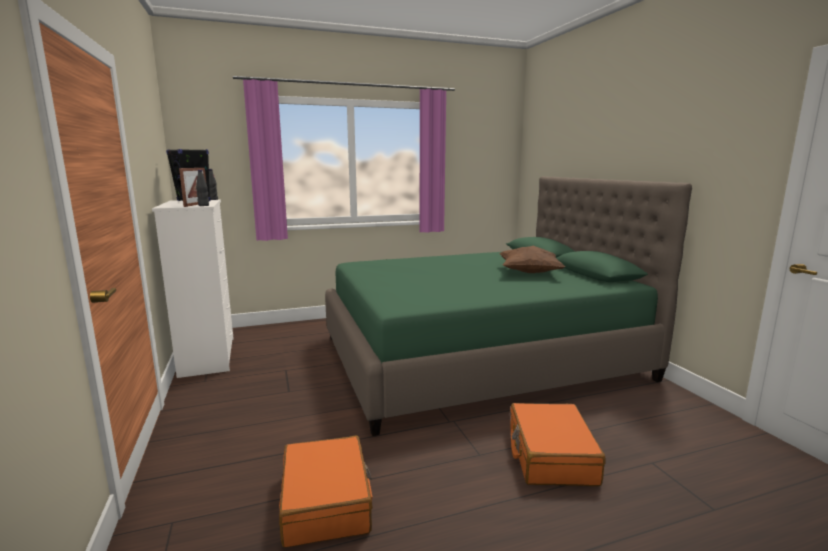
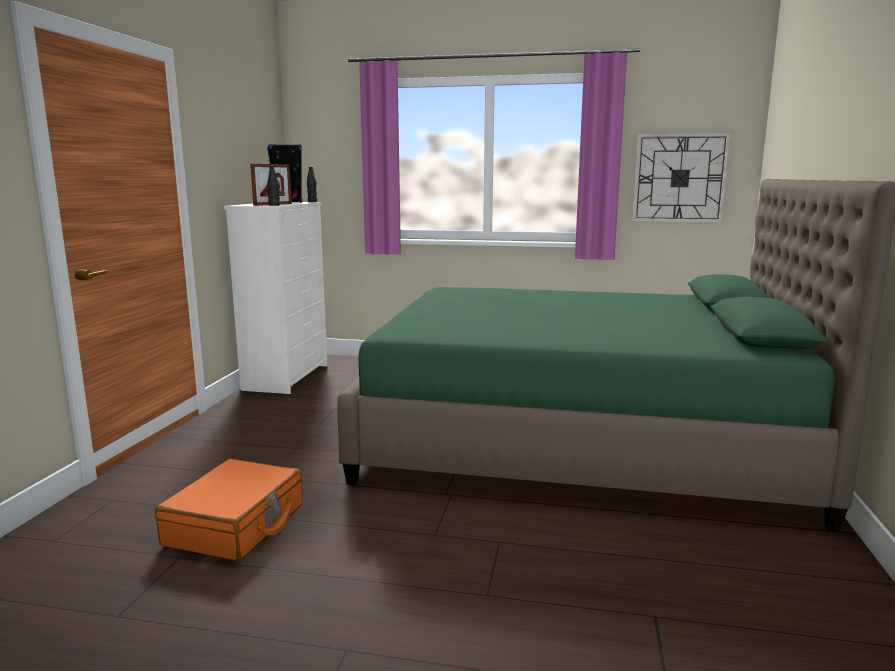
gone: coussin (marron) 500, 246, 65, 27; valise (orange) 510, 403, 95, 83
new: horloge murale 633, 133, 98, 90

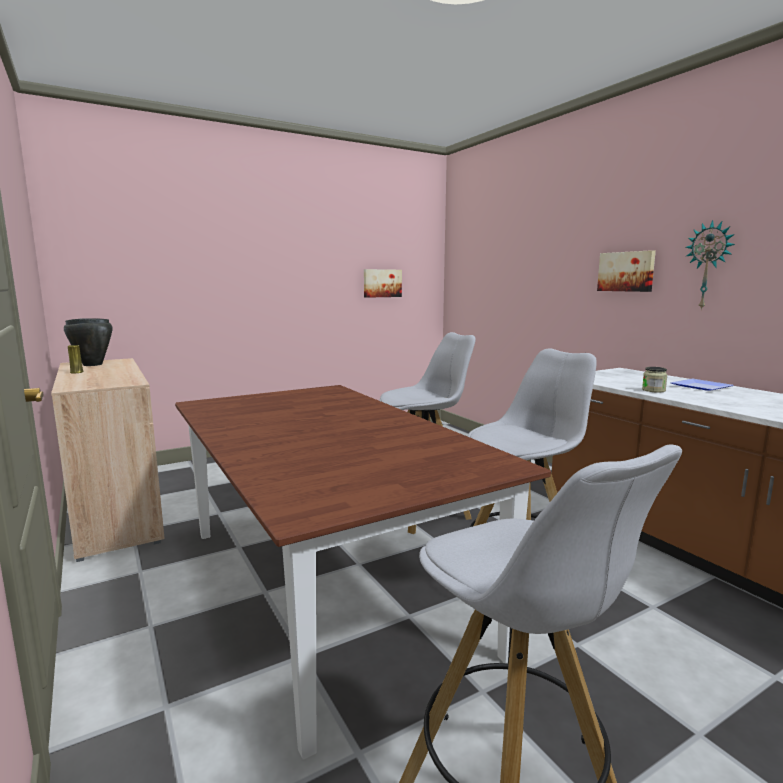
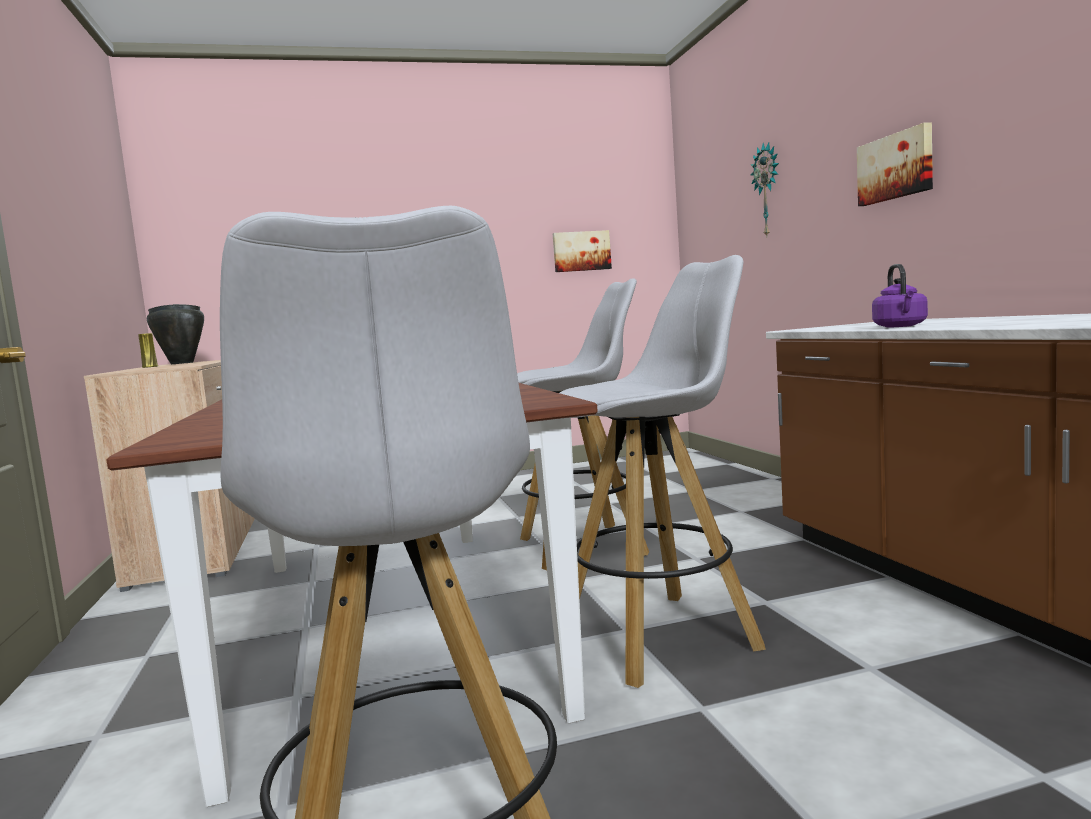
gone: assiette 671, 379, 63, 12
shifted: horloge murale 686, 220, 49, 91 to 750, 142, 29, 95
swapped: bocal 642, 367, 26, 26 to bouilloire (violet) 872, 264, 56, 64

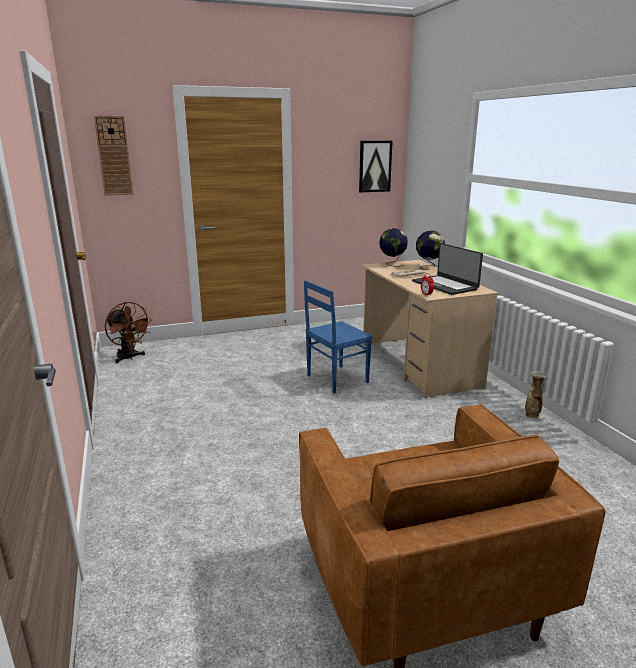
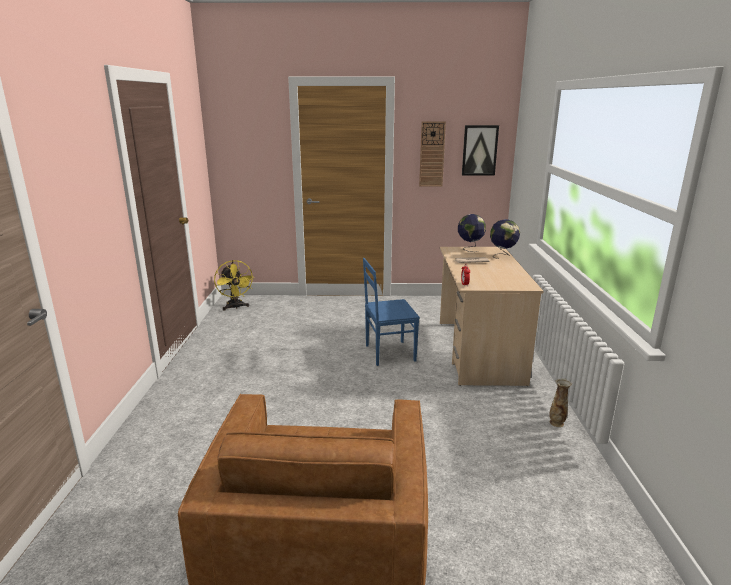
gone: ordinateur portable 412, 243, 71, 52
shifted: horloge murale 94, 116, 40, 80 to 419, 121, 27, 66
repainted: ventilateur (marron) 105, 302, 47, 61 to ventilateur (jaune) 214, 260, 40, 51

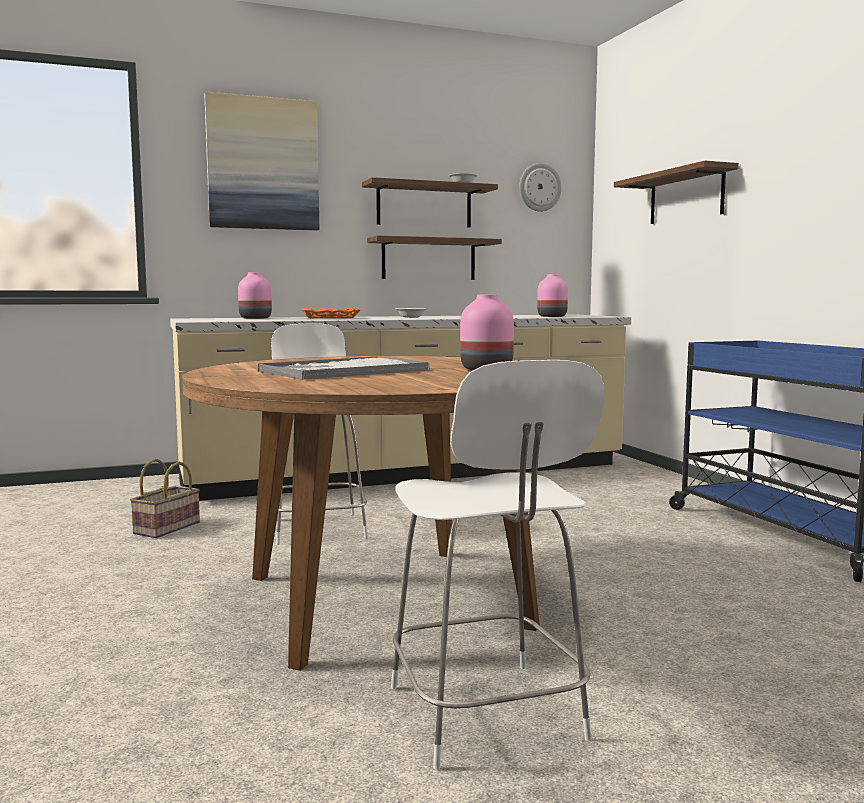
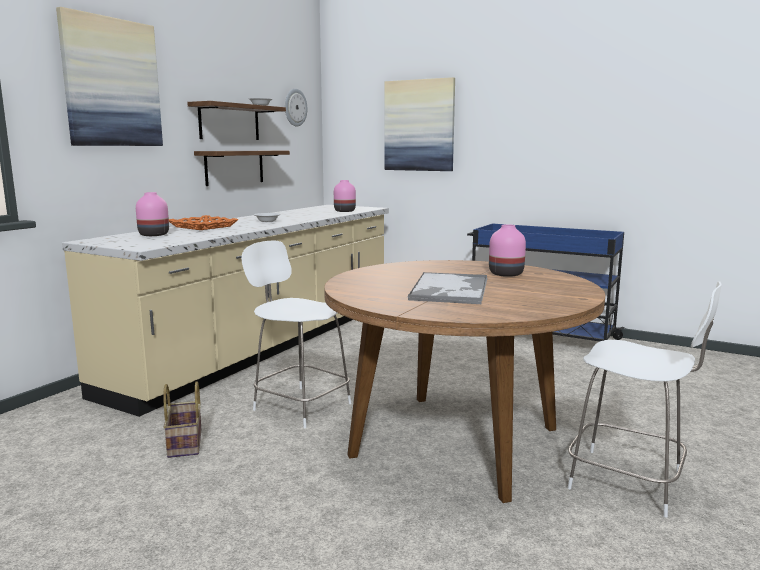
swapped: étagère 614, 161, 125, 63 to tableau 384, 77, 71, 94

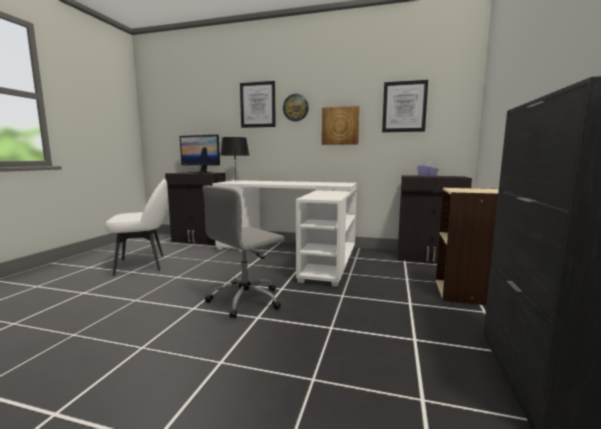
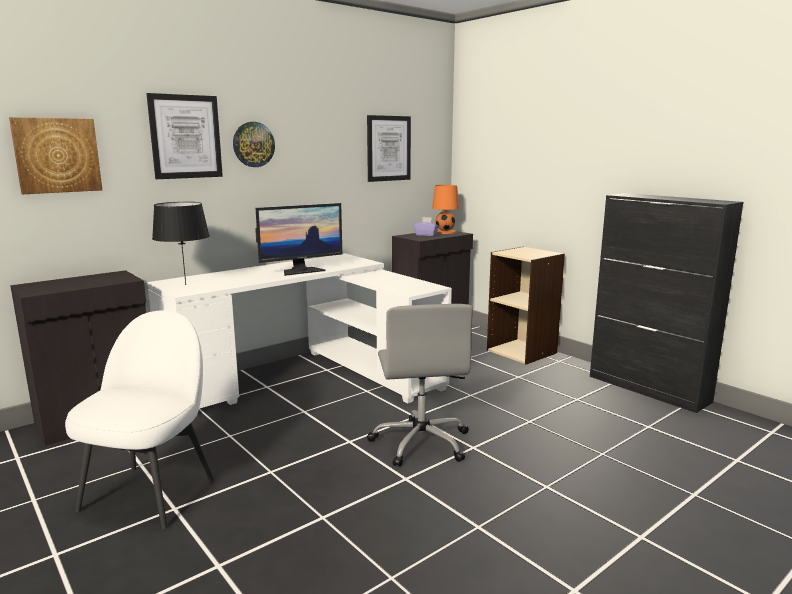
new: lampe de table (orange) 432, 185, 27, 49
shifted: tableau 322, 106, 37, 39 to 9, 117, 93, 77; écran d'ordinateur 180, 135, 40, 38 to 255, 203, 87, 73

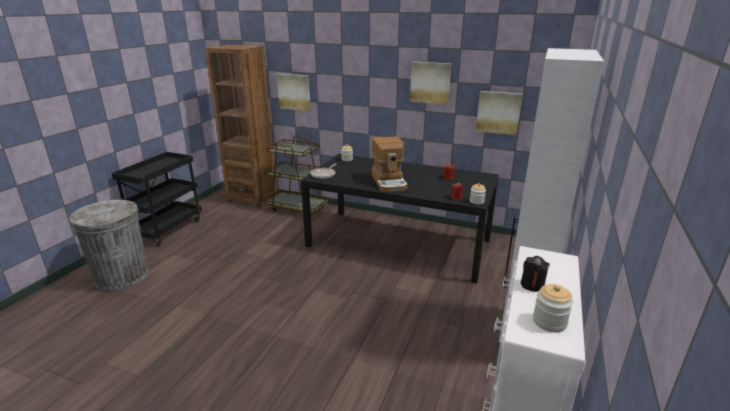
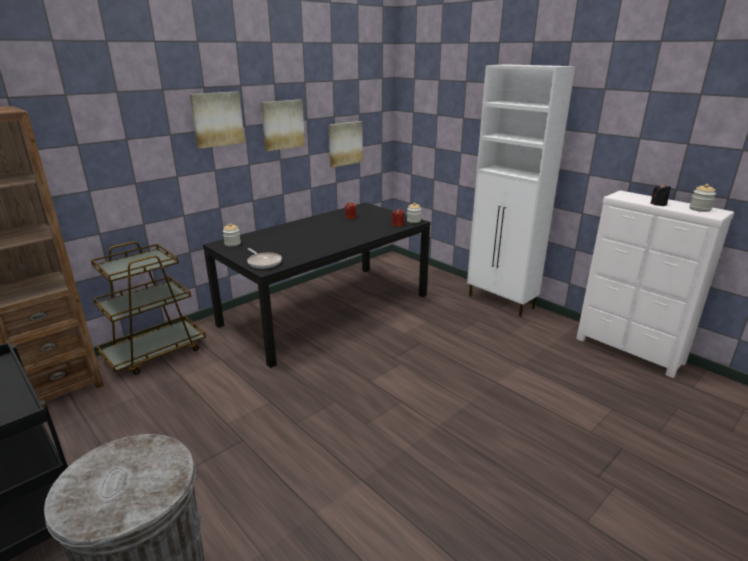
gone: machine à café 372, 136, 36, 56
shifted: tableau 277, 73, 34, 38 to 190, 91, 55, 58

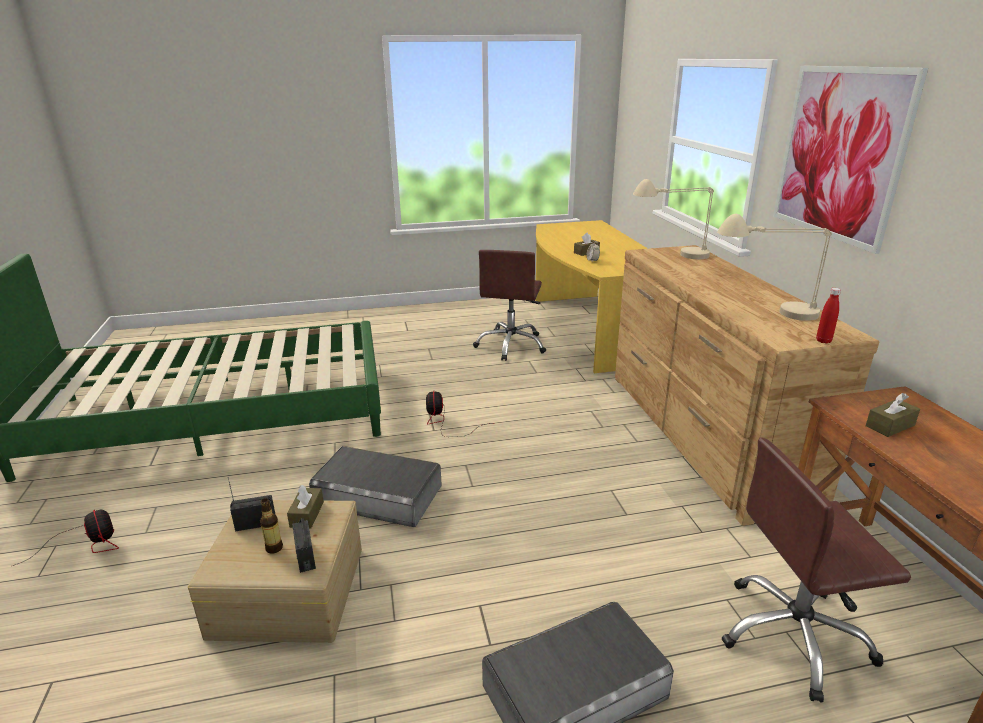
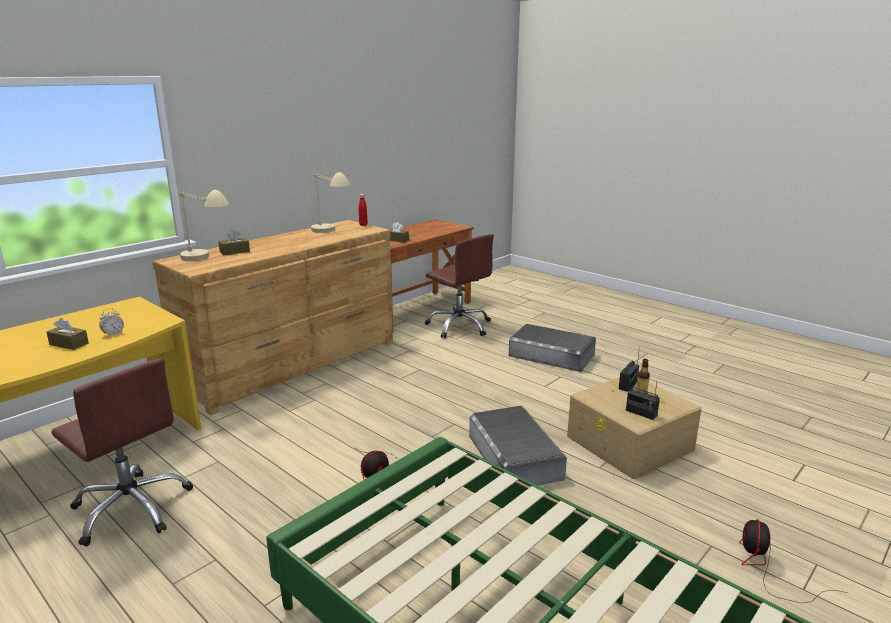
gone: tableau 773, 66, 155, 188
shifted: boîte à mouchoirs (marron) 287, 485, 37, 43 to 218, 230, 32, 25
rotated: chaise de bureau (marron) 473, 250, 73, 111 = 51, 358, 142, 188 60 degrees clockwise

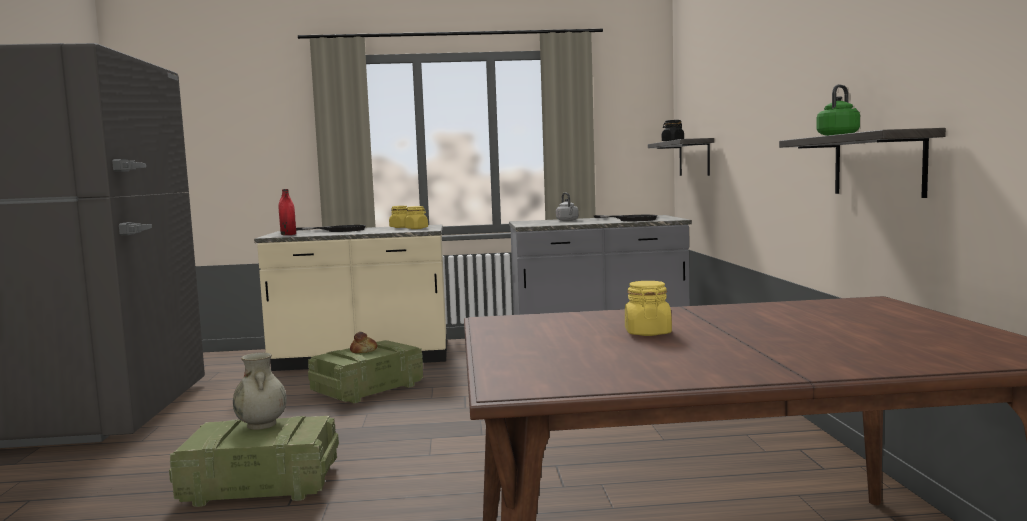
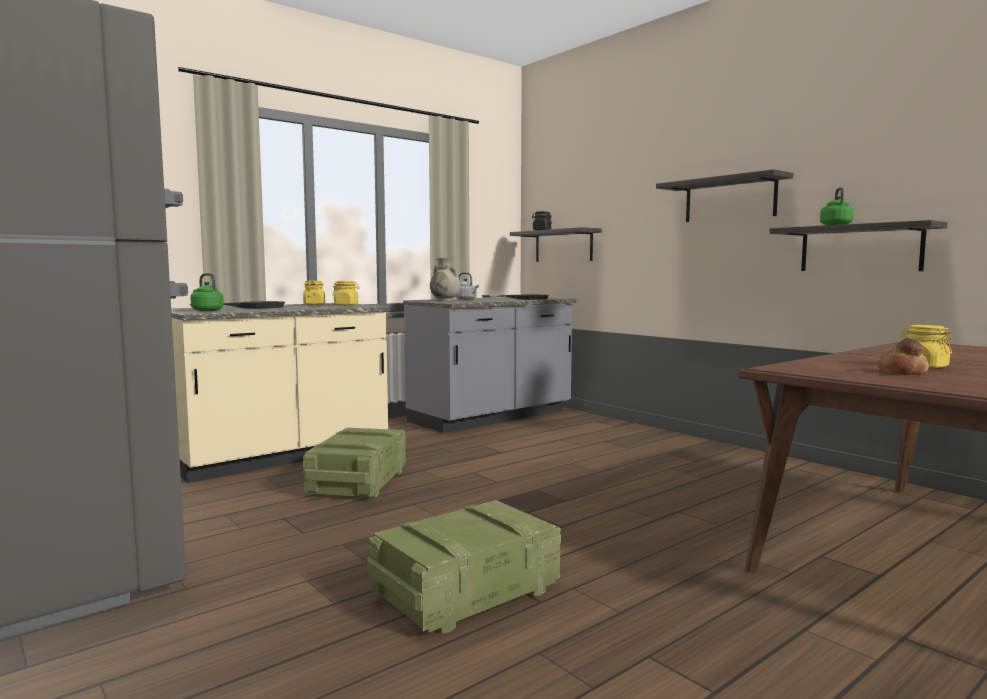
new: étagère 656, 169, 138, 53
shifted: vase (beige) 233, 352, 54, 78 to 430, 258, 31, 43; pain 350, 332, 27, 21 to 878, 338, 51, 37
swapped: vase (rouge) 279, 189, 17, 46 to bouilloire (vert) 190, 273, 34, 38

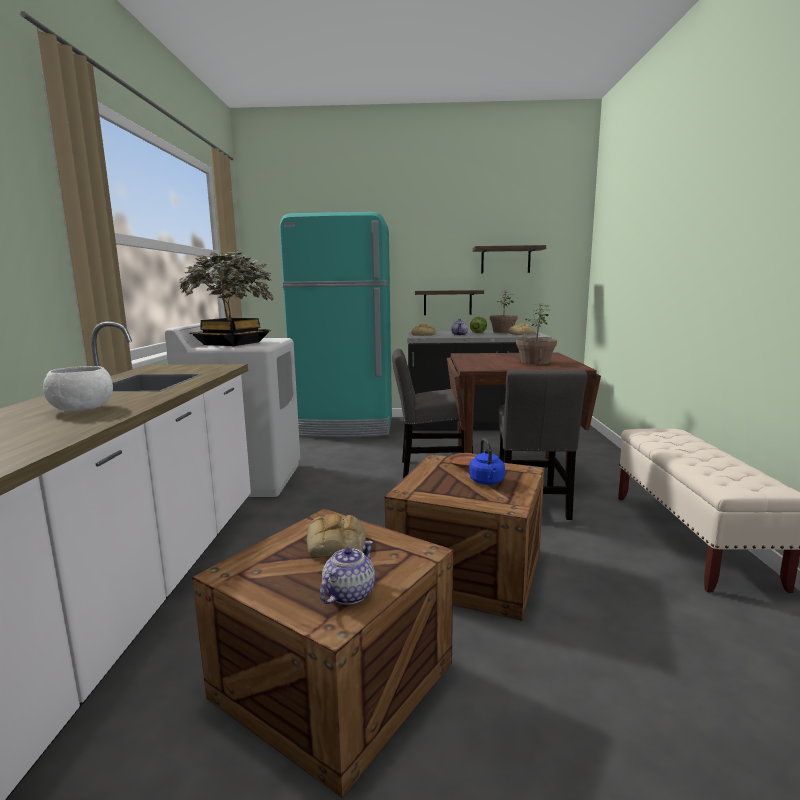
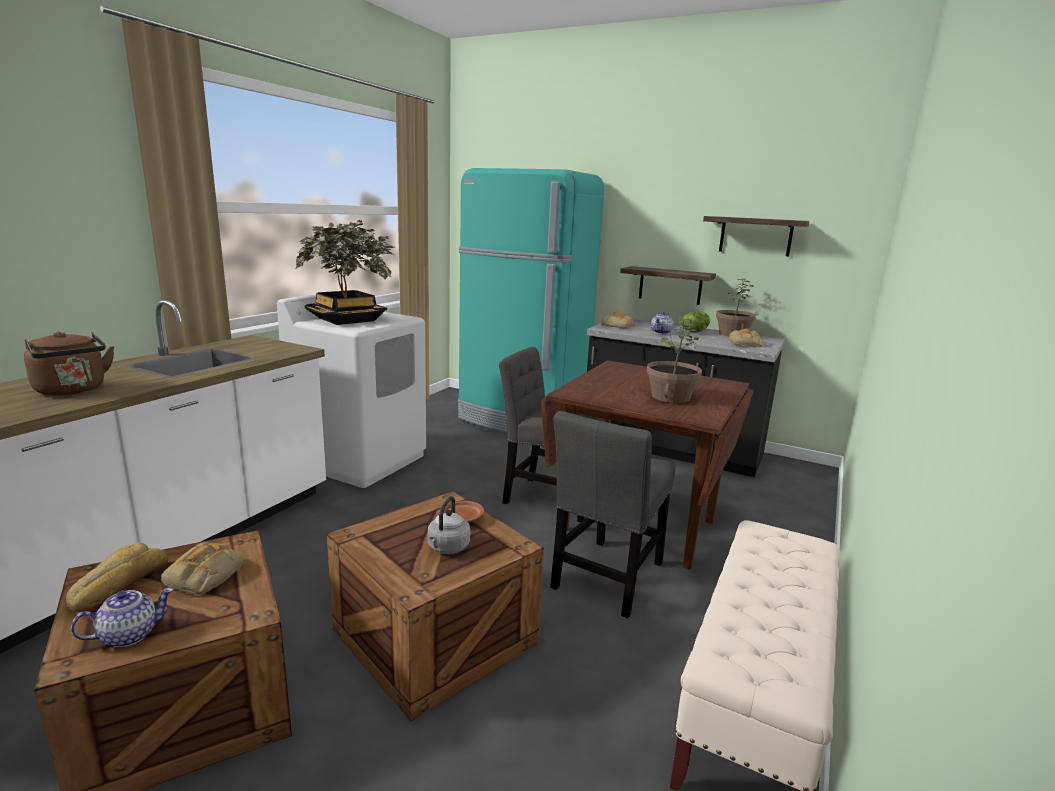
new: pain 66, 543, 102, 70
swapped: bol (blanc) 43, 366, 70, 45 to bouilloire (marron) 24, 331, 90, 64
repainted: bouilloire (bleu) 469, 438, 36, 47 to bouilloire (gris) 428, 496, 42, 58

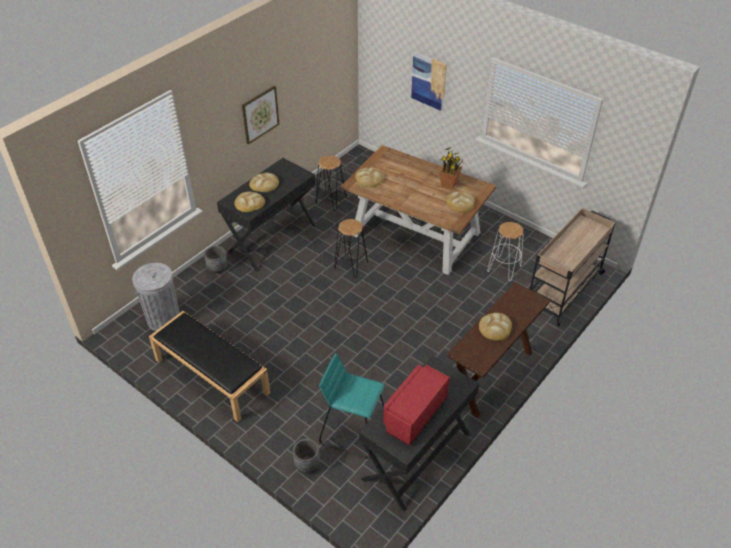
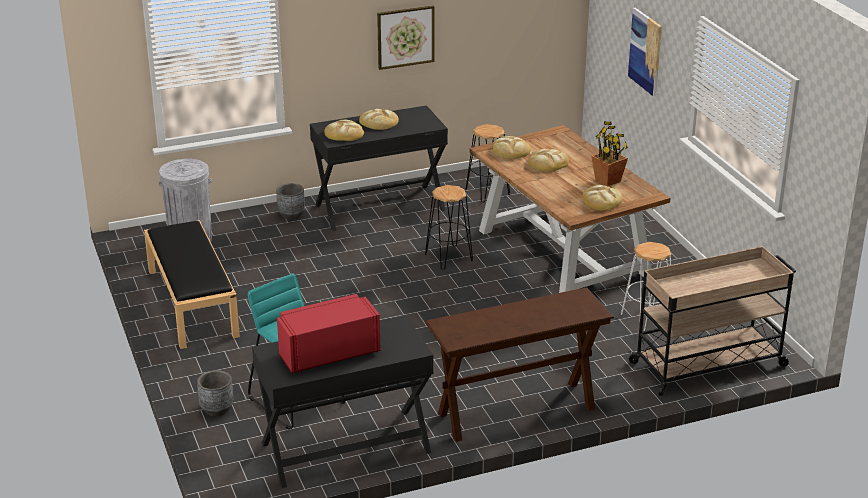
shifted: pain 479, 313, 33, 28 to 528, 149, 41, 23

